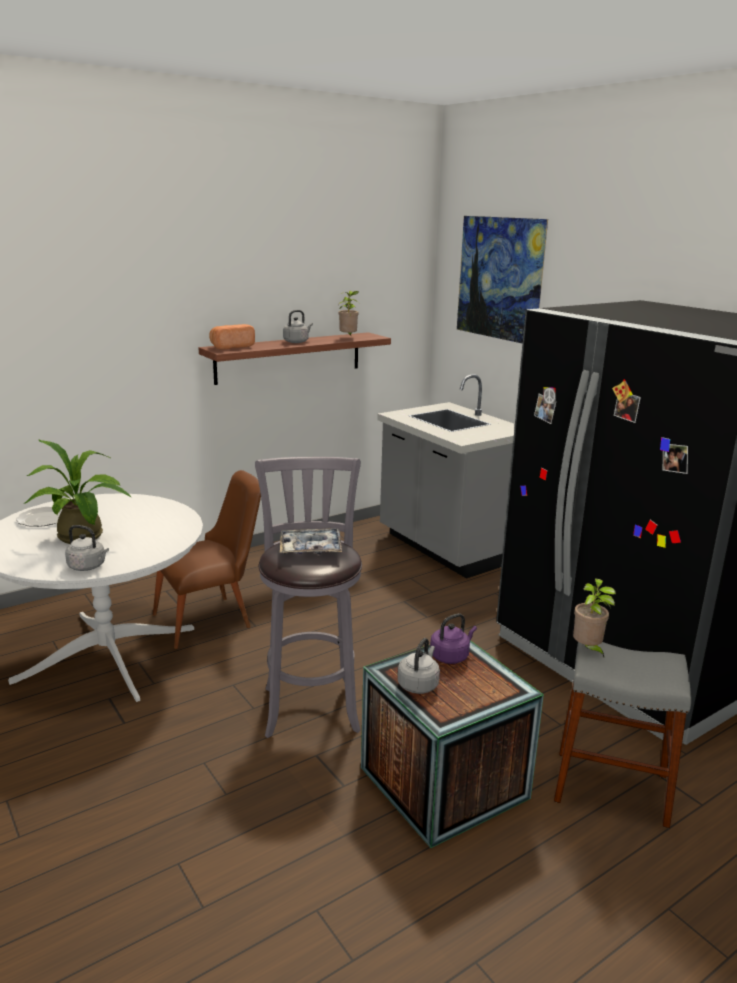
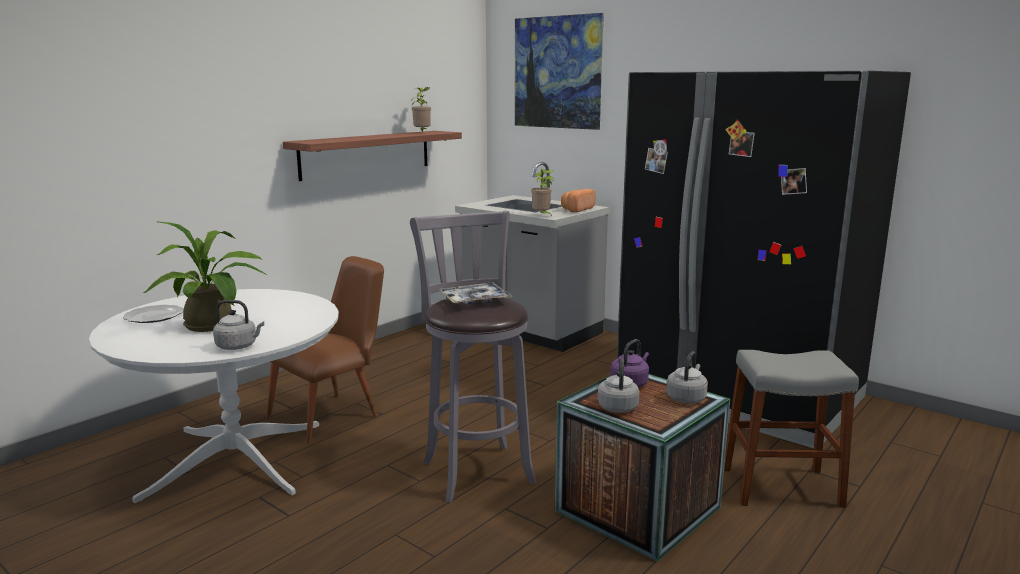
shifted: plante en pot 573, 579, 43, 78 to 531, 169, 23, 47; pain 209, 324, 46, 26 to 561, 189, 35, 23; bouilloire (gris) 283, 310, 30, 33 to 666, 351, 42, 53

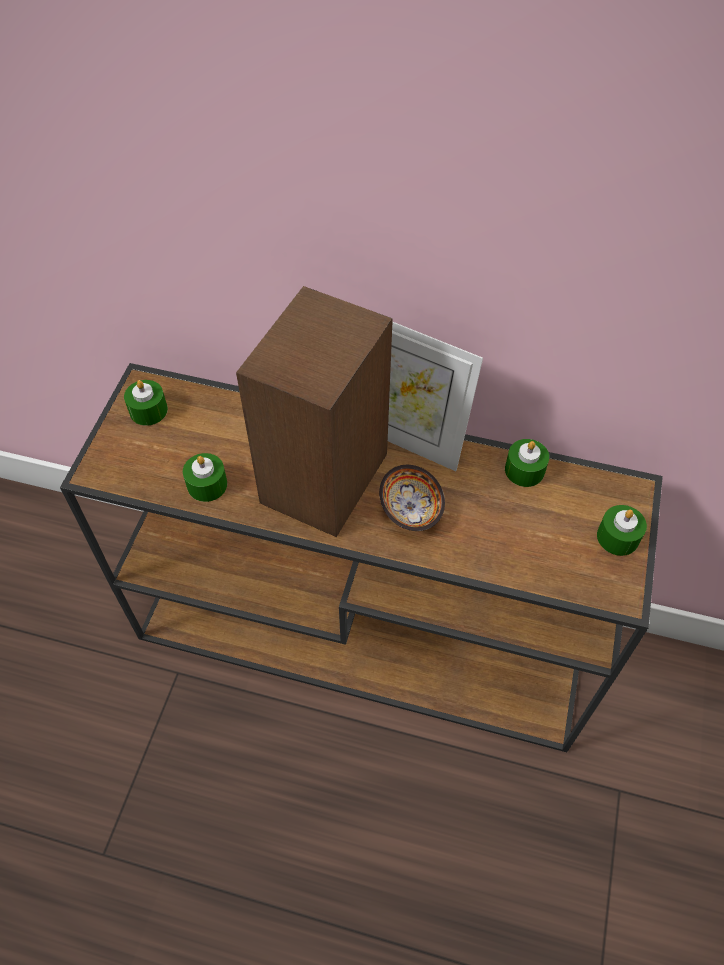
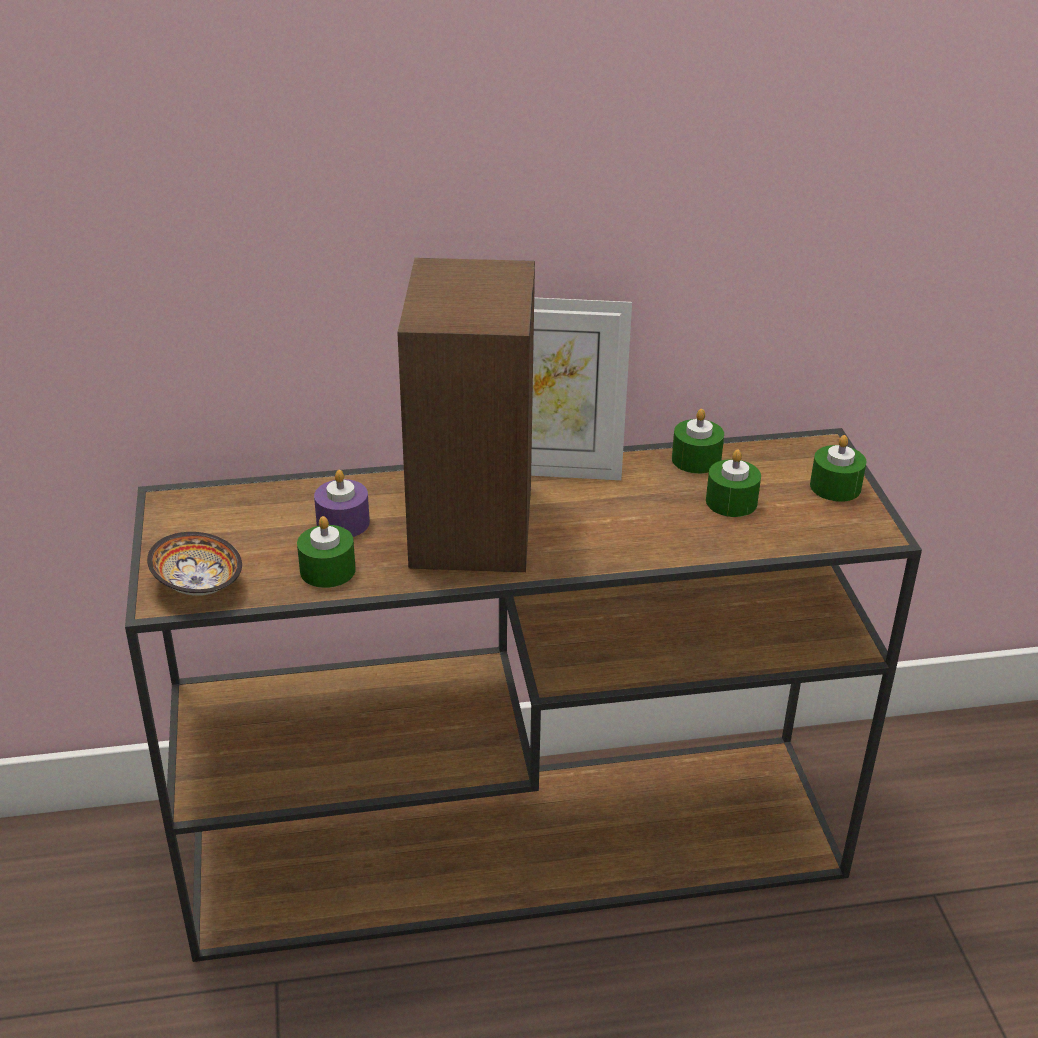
new: bougie (violet) 314, 470, 56, 67
shifted: bol 379, 465, 66, 66 to 147, 532, 95, 64; bougie (vert) 124, 380, 44, 46 to 706, 450, 55, 67

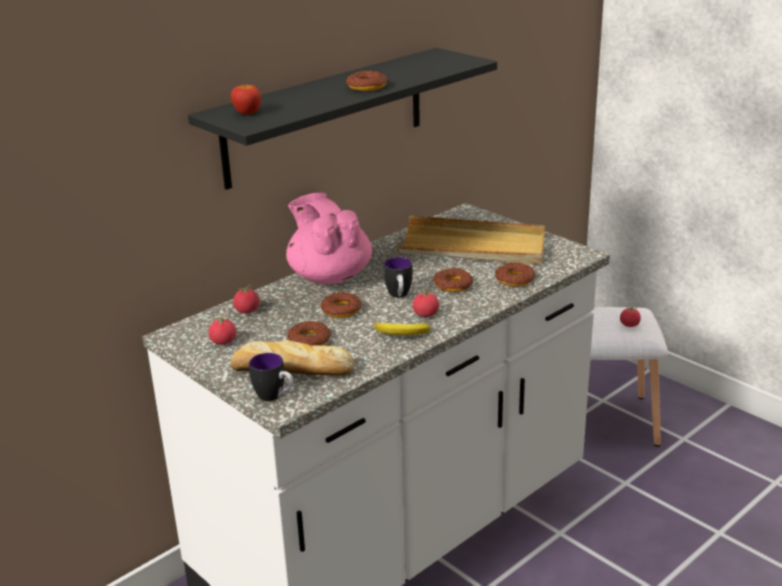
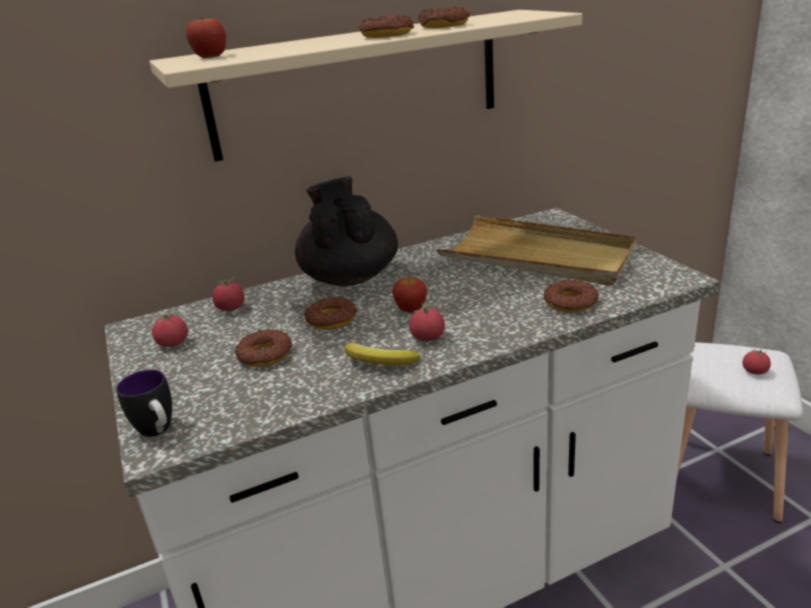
gone: pain 230, 340, 125, 36
shifted: beignet 433, 268, 40, 24 to 418, 6, 52, 22
swapped: mug 384, 257, 29, 41 to pomme 392, 277, 35, 36
repainted: étagère (noir) 188, 48, 309, 142 to étagère (beige) 149, 10, 433, 152; théière (rose) 286, 193, 86, 91 to théière (noir) 295, 176, 103, 110

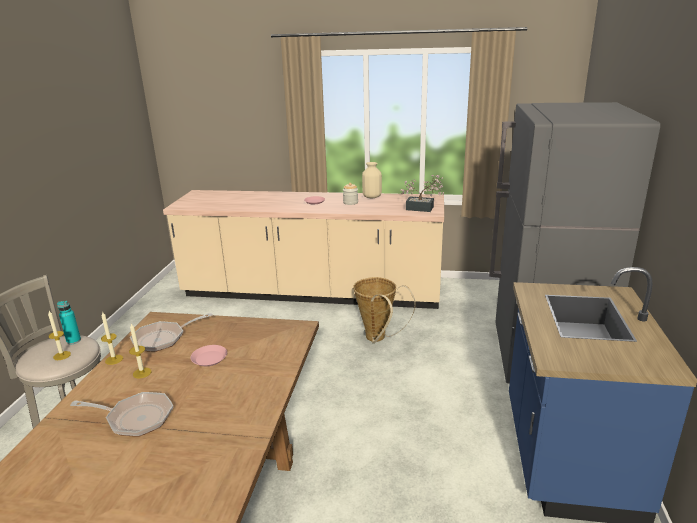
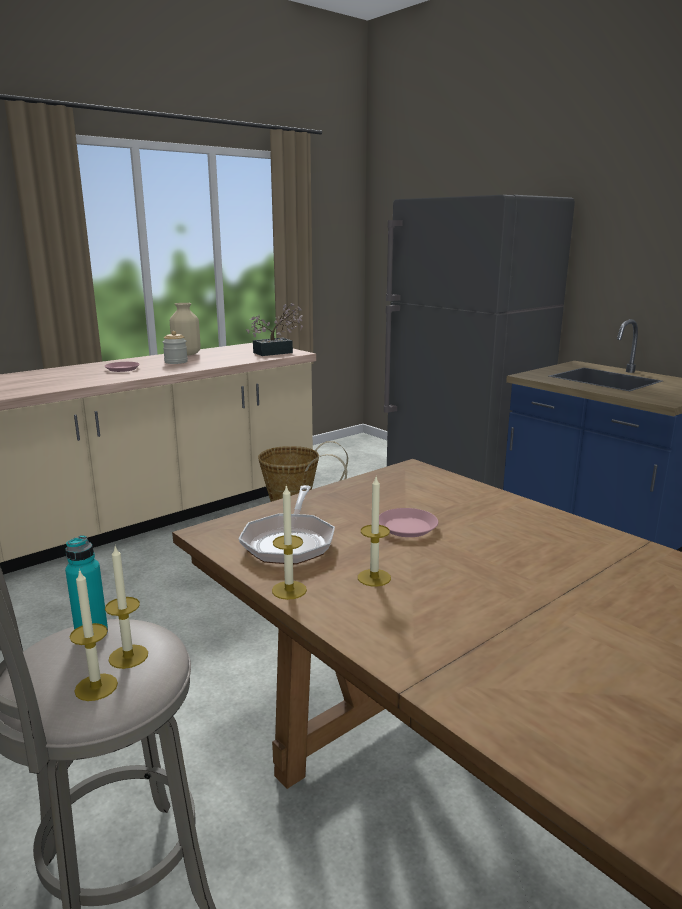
gone: poêle 70, 392, 103, 45
new: bougie 70, 569, 48, 132

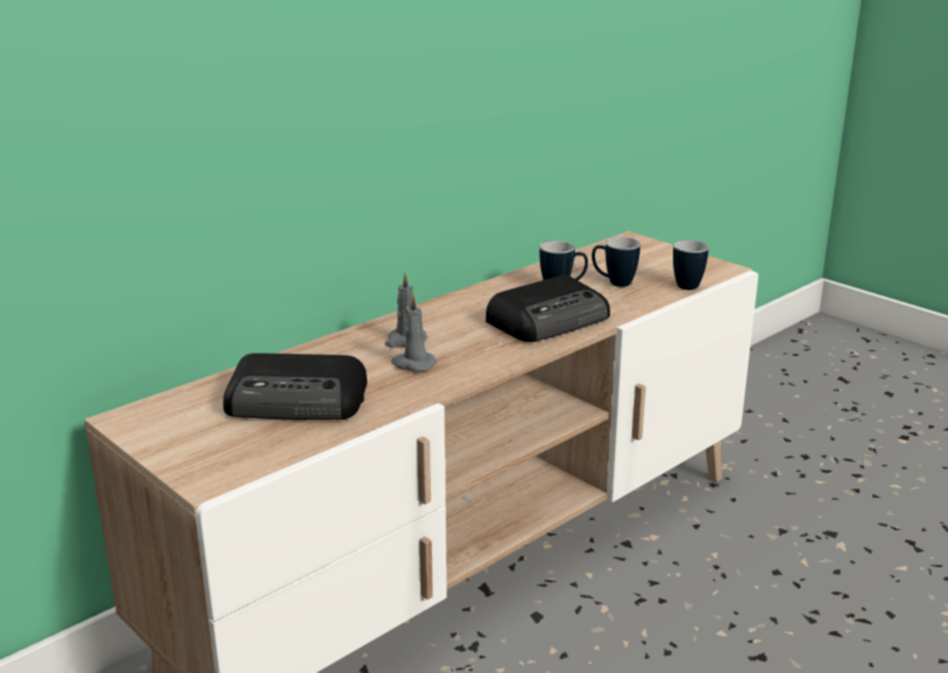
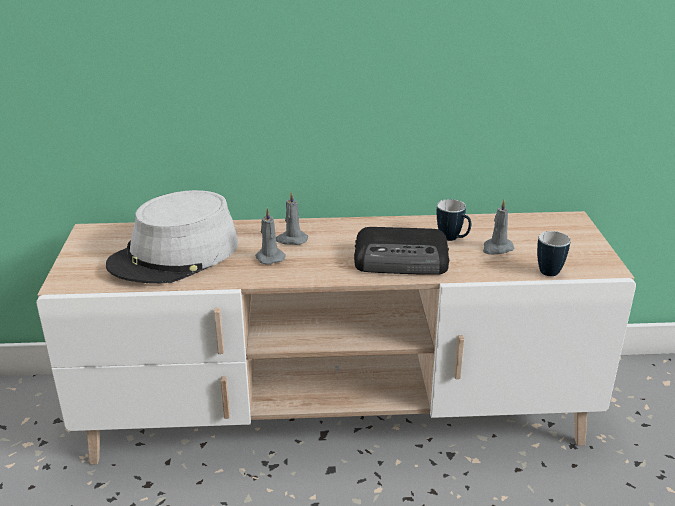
swapped: radio 223, 353, 144, 67 to chapeau (gris) 106, 190, 132, 94; mug 592, 237, 48, 50 to bougie (gris) 483, 199, 31, 56

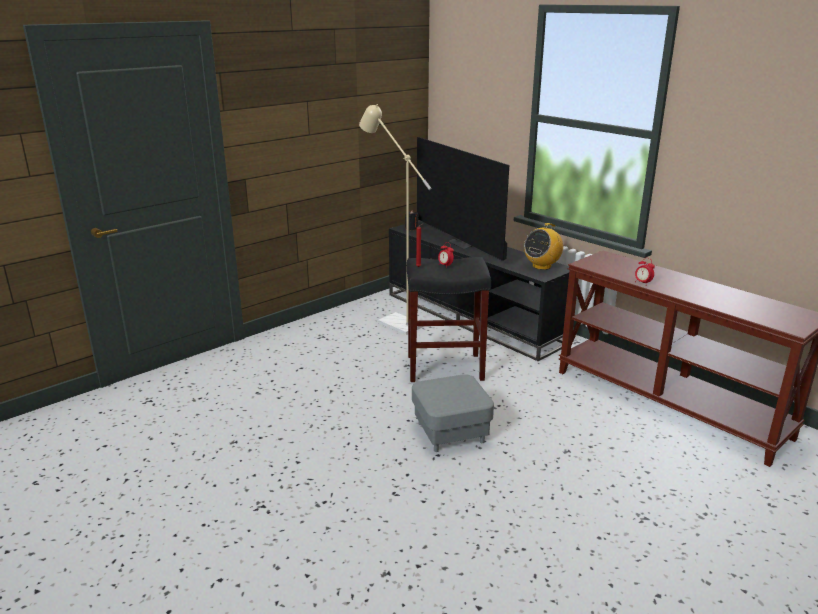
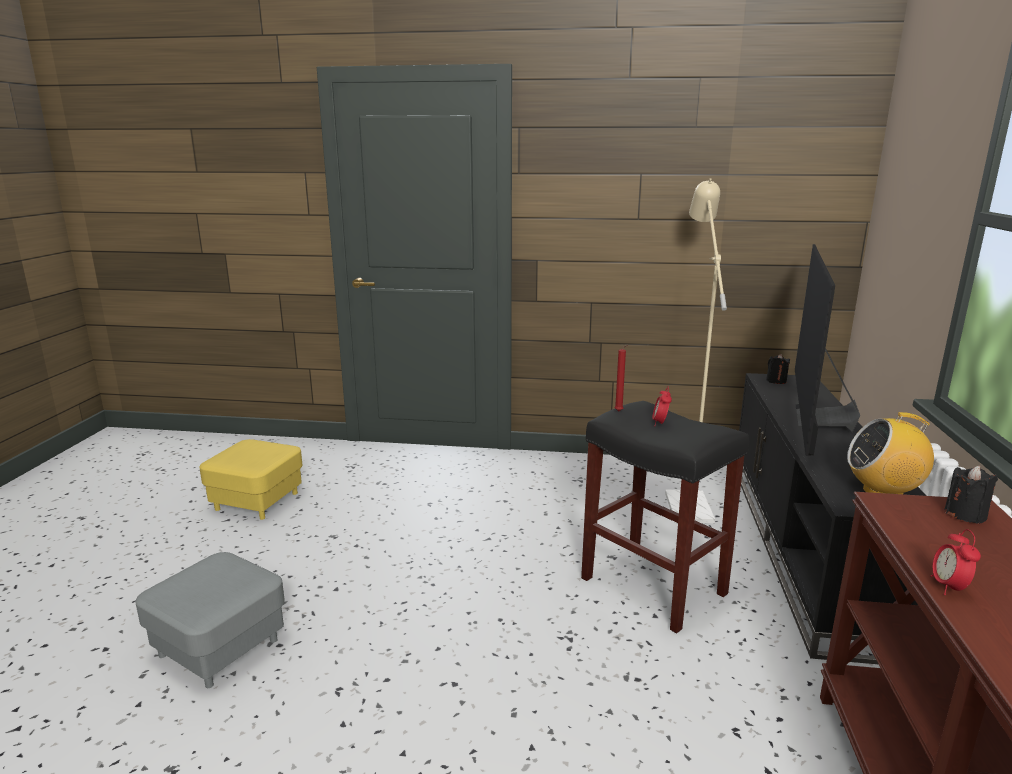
new: pouf (jaune) 199, 439, 103, 81; bougie (noir) 945, 466, 53, 58
shifted: pouf (gris) 412, 374, 82, 78 to 135, 552, 150, 136

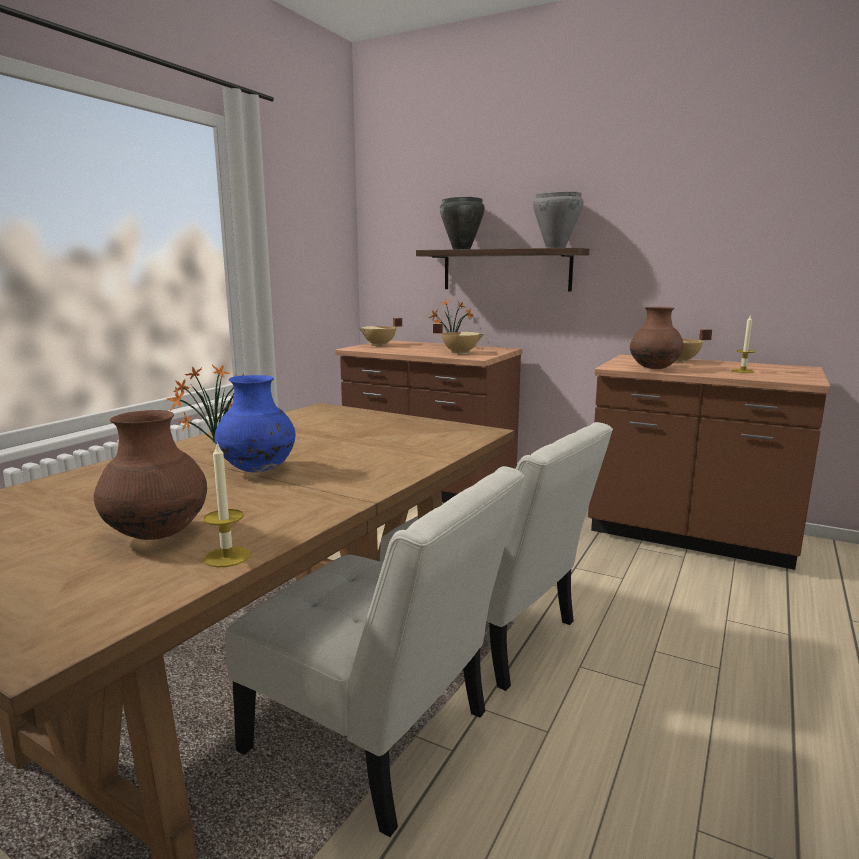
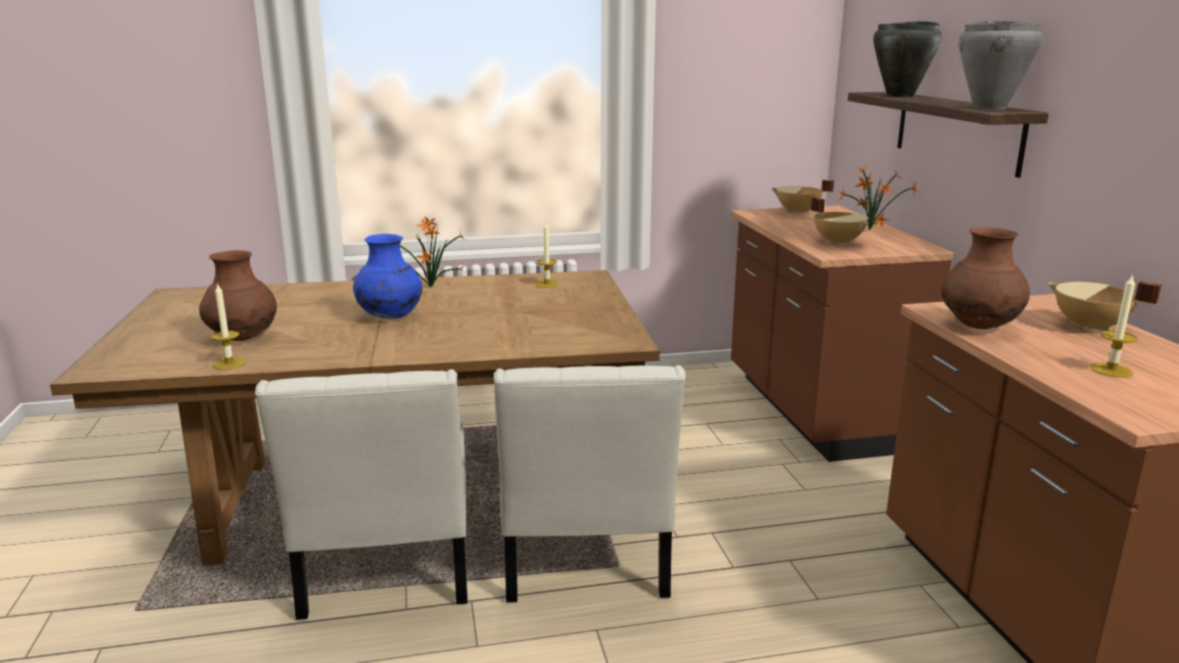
new: bougie 535, 222, 24, 66

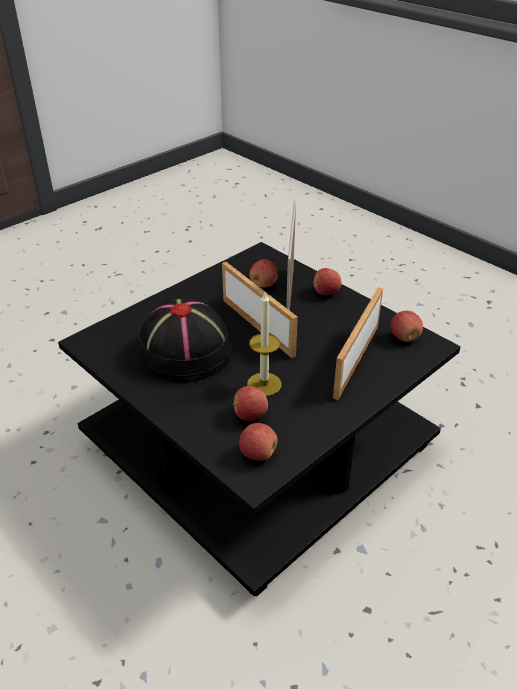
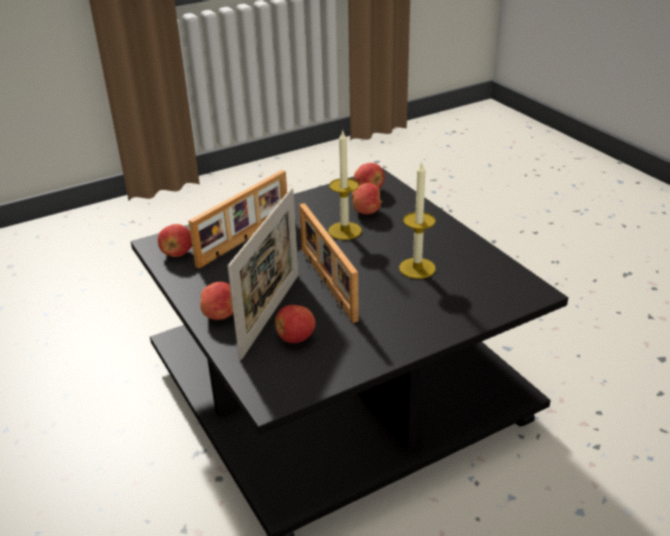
swapped: chapeau (noir) 138, 298, 95, 85 to bougie 399, 161, 37, 118

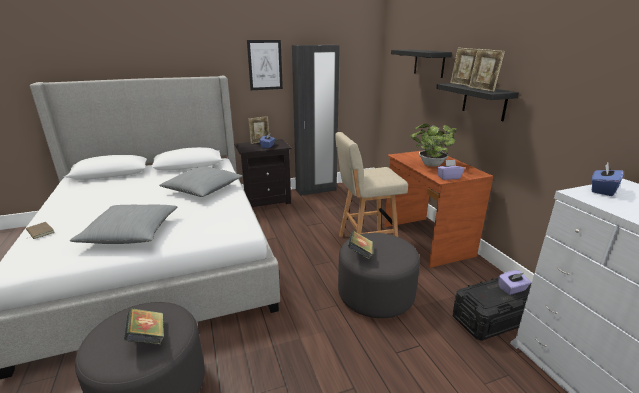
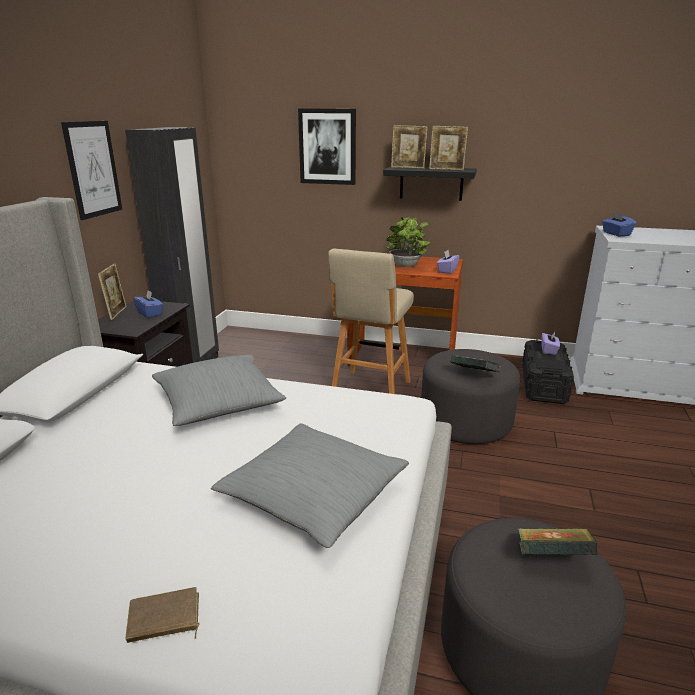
swapped: étagère (noir) 391, 50, 61, 28 to tableau 298, 109, 58, 76

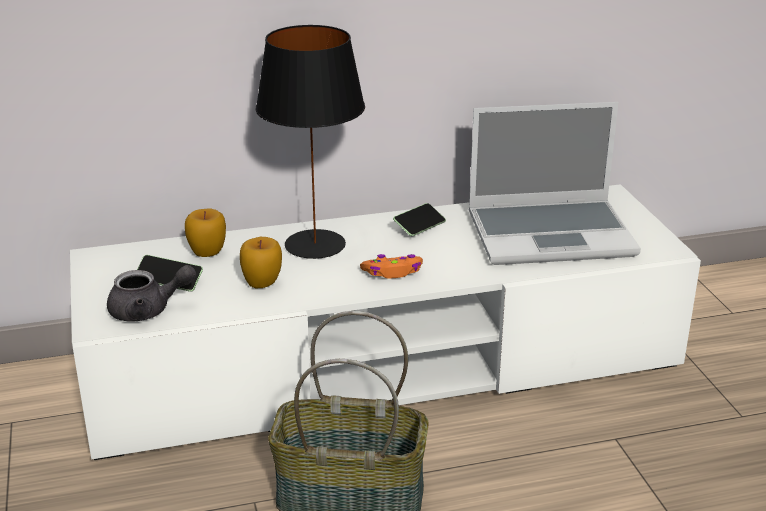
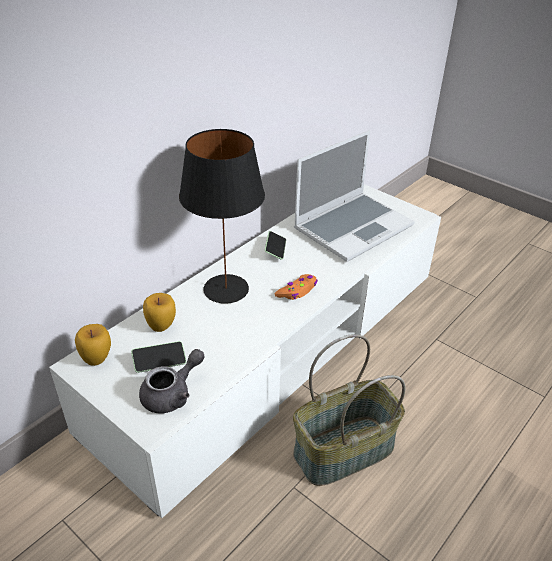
shifted: pomme 240, 237, 42, 51 to 75, 324, 36, 42

